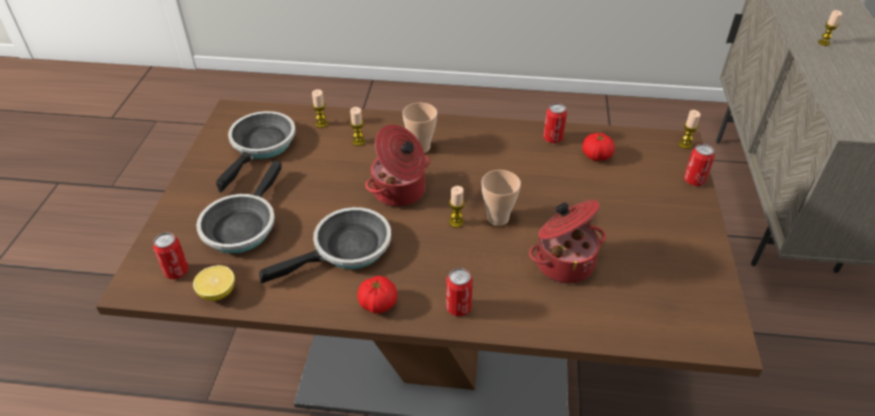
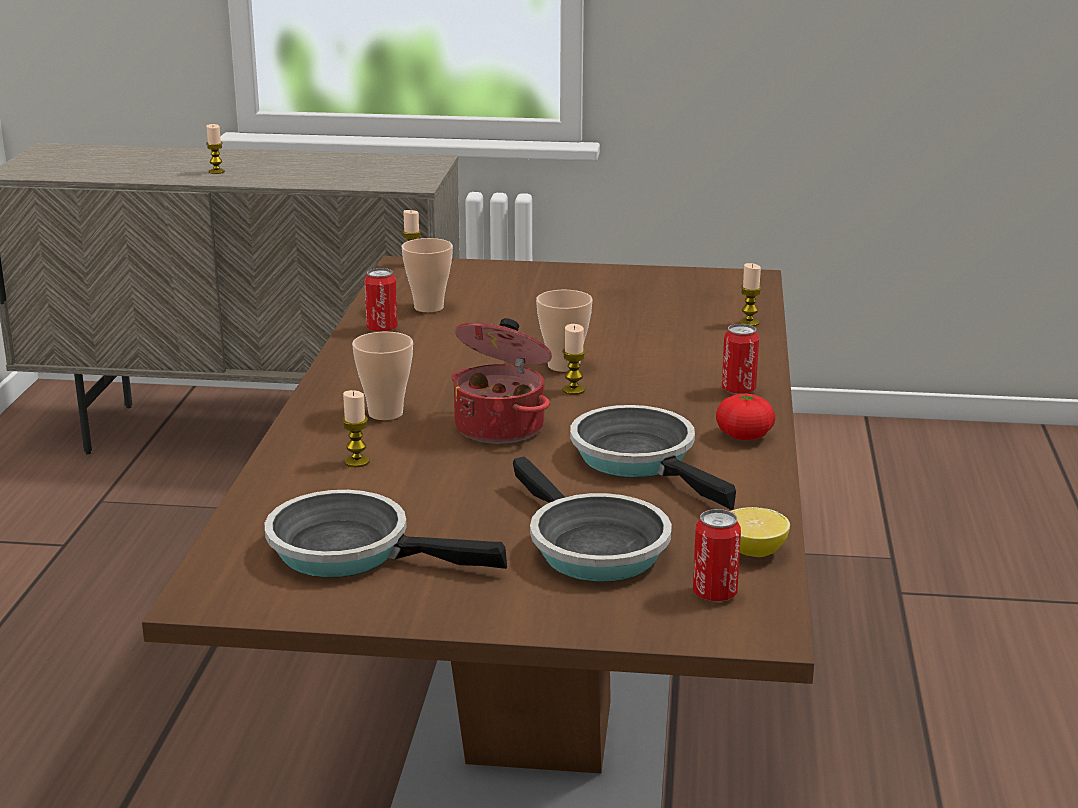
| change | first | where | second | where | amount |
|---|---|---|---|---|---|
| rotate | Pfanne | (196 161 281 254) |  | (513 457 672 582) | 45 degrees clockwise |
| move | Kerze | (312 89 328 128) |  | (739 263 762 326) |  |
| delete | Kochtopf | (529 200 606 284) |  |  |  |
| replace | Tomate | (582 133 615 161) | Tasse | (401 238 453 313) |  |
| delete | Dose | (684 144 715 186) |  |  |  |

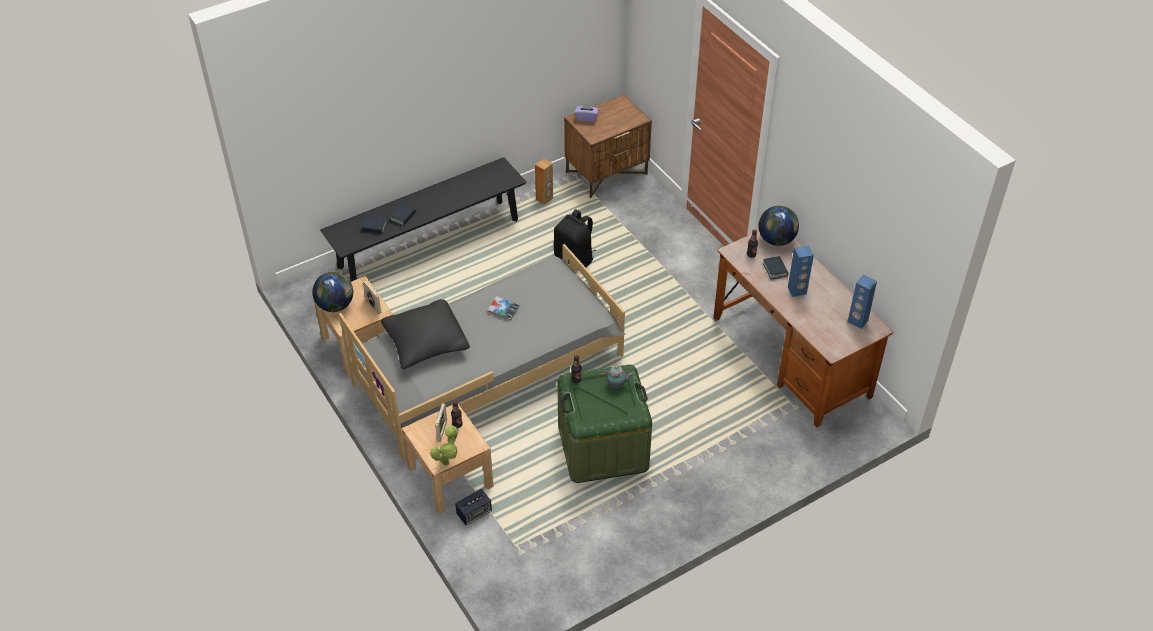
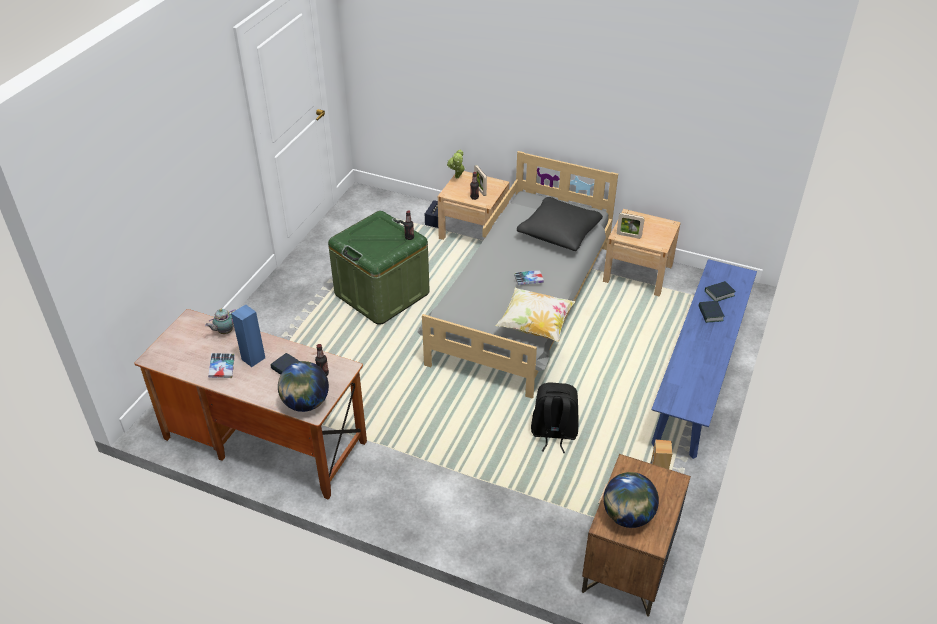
| change | first | where | second | where | amount |
|---|---|---|---|---|---|
| move | Globus | (312 272 353 312) |  | (603 472 659 528) |  |
| recolor | Bank (schwarz) | (320 157 527 282) | Bank (blau) | (651 259 757 459) |  |
| delete | Taschentuchbox (lila) | (575 103 599 122) |  |  |  |
| move | Teekanne | (600 365 634 388) |  | (205 309 236 334) |  |
| delete | Lautsprecher (blau) | (848 275 877 329) |  |  |  |
| insert |  |  | Buch | (208 353 235 378) |  |
| insert |  |  | Kissen | (496 288 576 342) |  |

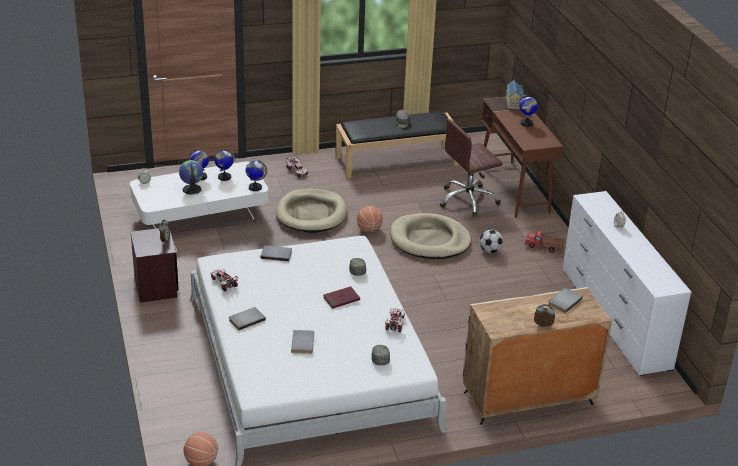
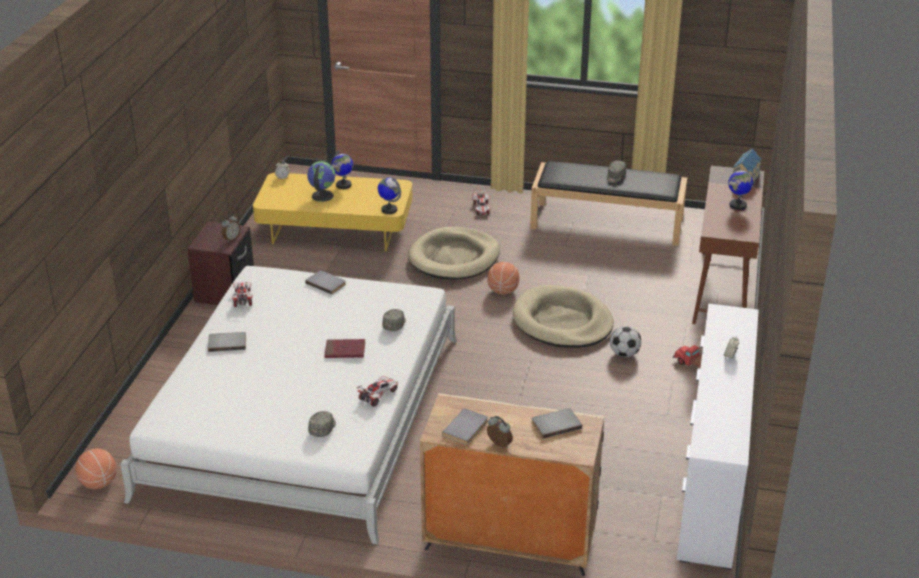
| change | first | where | second | where | amount |
|---|---|---|---|---|---|
| recolor | Couchtisch (weiß) | (130 161 269 229) | Couchtisch (gelb) | (253 173 413 251) |  |
| delete | Globus | (214 149 235 181) |  |  |  |
| move | Buch (grau) | (291 330 314 354) |  | (442 408 488 445) |  |
| delete | Bürostuhl (braun) | (440 118 502 217) |  |  |  |

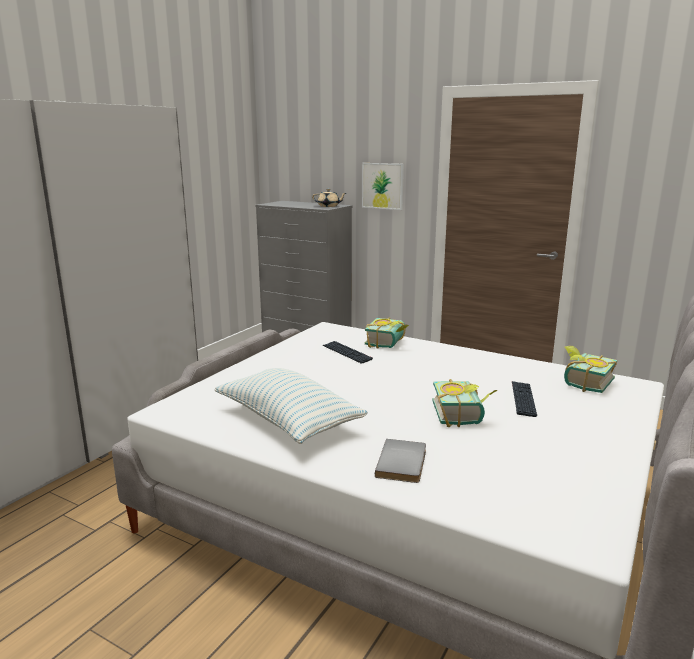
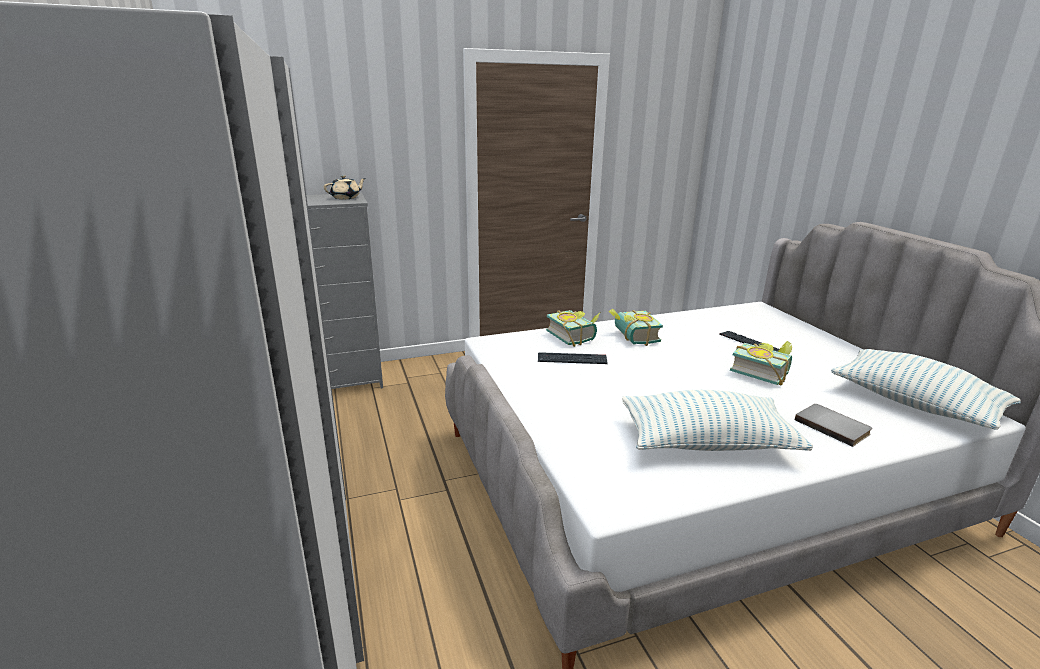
| change | first | where | second | where | amount |
|---|---|---|---|---|---|
| delete | Bild | (362 163 404 210) |  |  |  |
| move | Buch | (564 346 617 393) |  | (609 309 663 346) |  |
| insert |  |  | Kissen | (831 349 1021 430) |  |

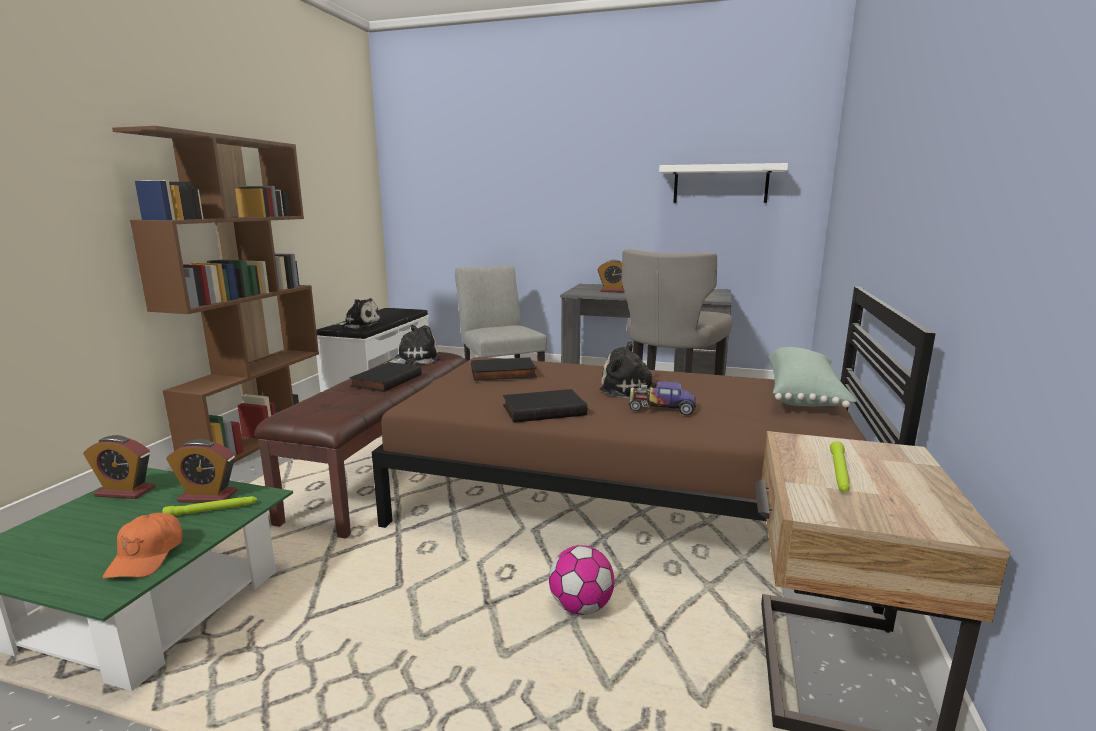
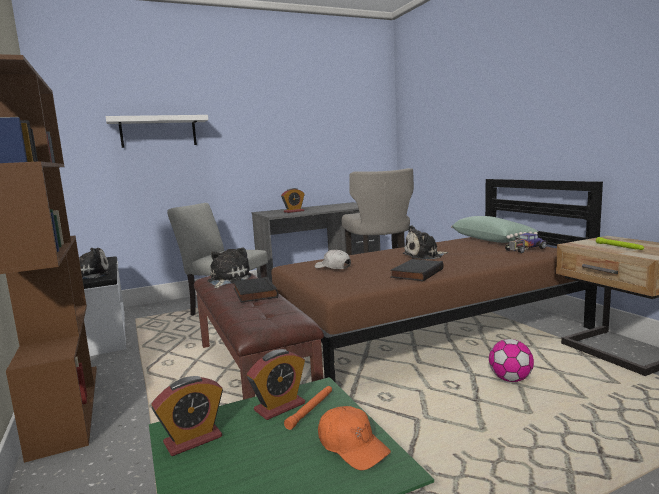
| change | first | where | second | where | amount |
|---|---|---|---|---|---|
| recolor | Taschenlampe (grün) | (162 496 257 516) | Taschenlampe (orange) | (284 386 332 430) |  |
| replace | Buch (schwarz) | (471 357 537 381) | Kappe (weiß) | (315 249 351 269) |  |
| move | Spielzeugauto | (628 382 696 415) |  | (505 233 547 253) |  |
| move | Wandregal (weiß) | (659 163 788 203) |  | (105 115 208 148) |  |

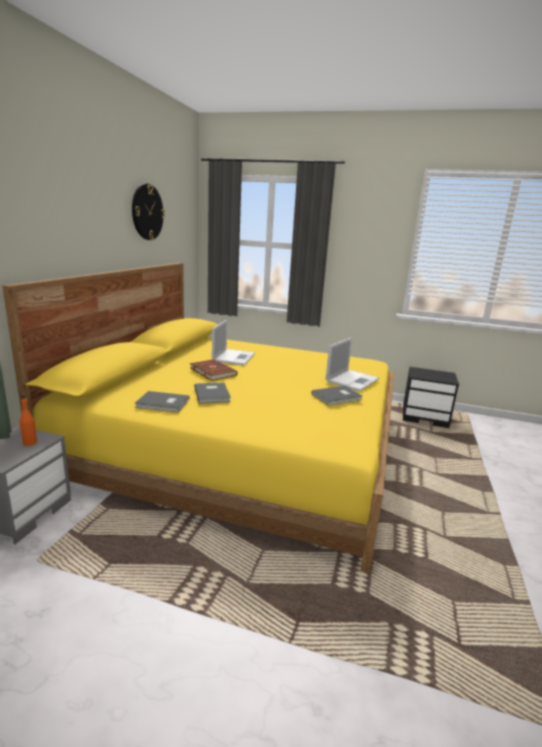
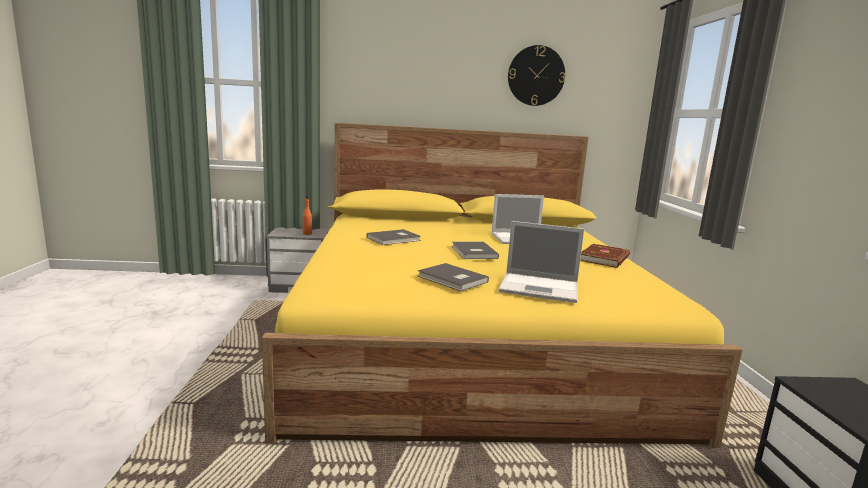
| change | first | where | second | where | amount |
|---|---|---|---|---|---|
| move | Buch (grau) | (135 391 189 413) |  | (452 242 499 259) |  |
| move | Buch (braun) | (190 359 237 381) |  | (580 244 630 268) |  |

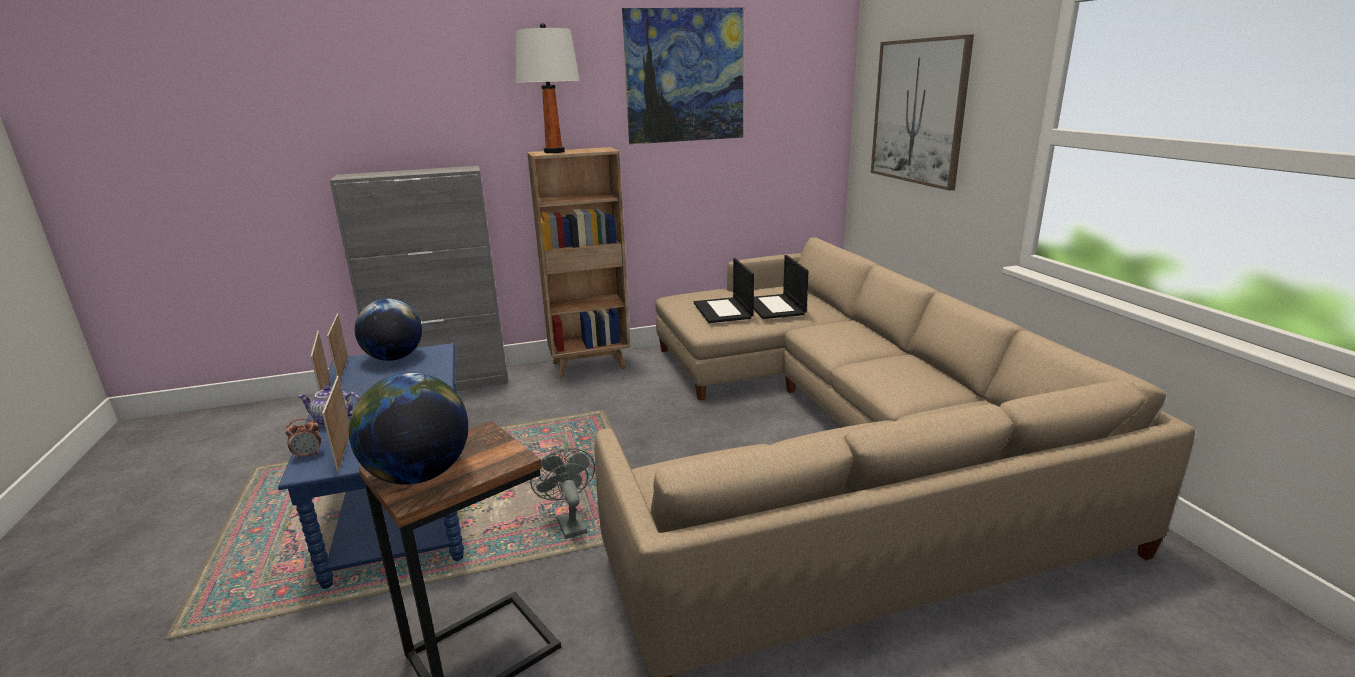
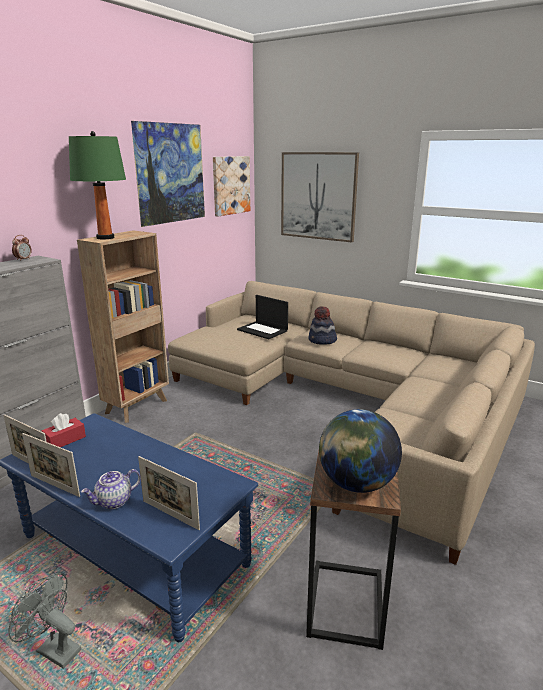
| change | first | where | second | where | amount |
|---|---|---|---|---|---|
| move | Wecker | (285 418 321 459) |  | (12 235 31 261) |  |
| replace | Globus | (355 299 422 361) | Taschentuchbox (rot) | (41 413 86 447) |  |
| recolor | Tischlampe (weiß) | (515 23 580 153) | Tischlampe (grün) | (69 131 126 239) |  |
| move | Ventilator (grau) | (530 448 595 539) |  | (9 573 81 669) |  |
| delete | Laptop | (694 258 754 323) |  |  |  |
| insert |  |  | Bild | (213 156 250 217) |  |
| insert |  |  | Hut | (308 307 337 345) |  |

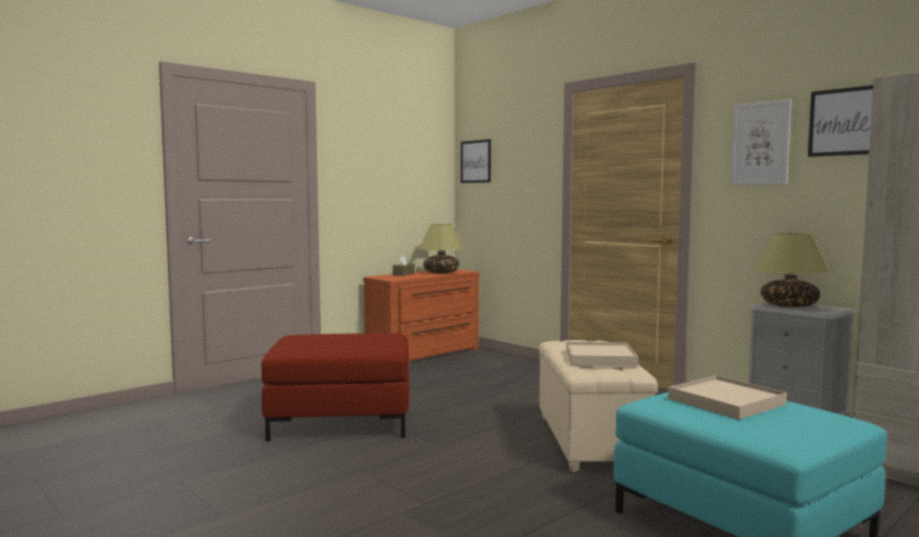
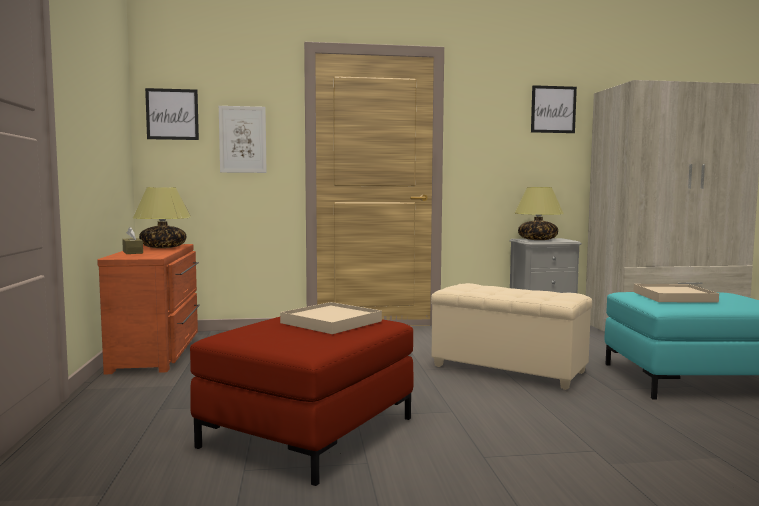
| change | first | where | second | where | amount |
|---|---|---|---|---|---|
| move | Tablett (beige) | (566 342 638 367) |  | (280 302 382 334) |  |
| move | Bild | (730 99 791 185) |  | (219 106 267 173) |  |

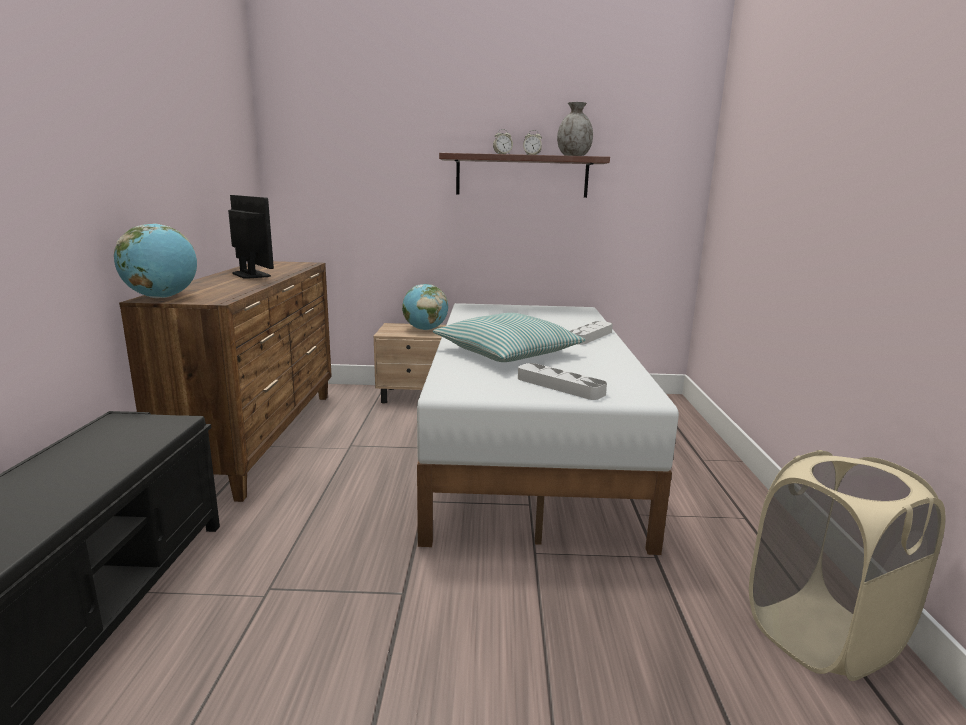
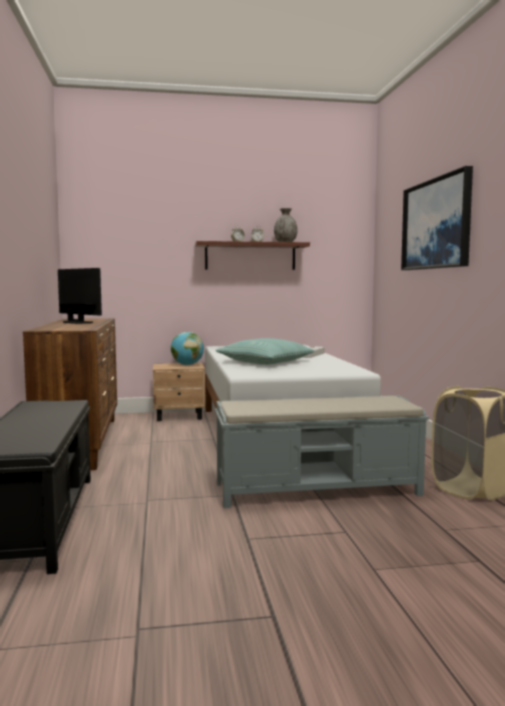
| change | first | where | second | where | amount |
|---|---|---|---|---|---|
| delete | Globus | (114 223 197 298) |  |  |  |
| delete | Tablett (grau) | (518 363 607 400) |  |  |  |
| insert |  |  | Bank (grau) | (215 395 429 508) |  |
| insert |  |  | Bild | (401 166 473 270) |  |

